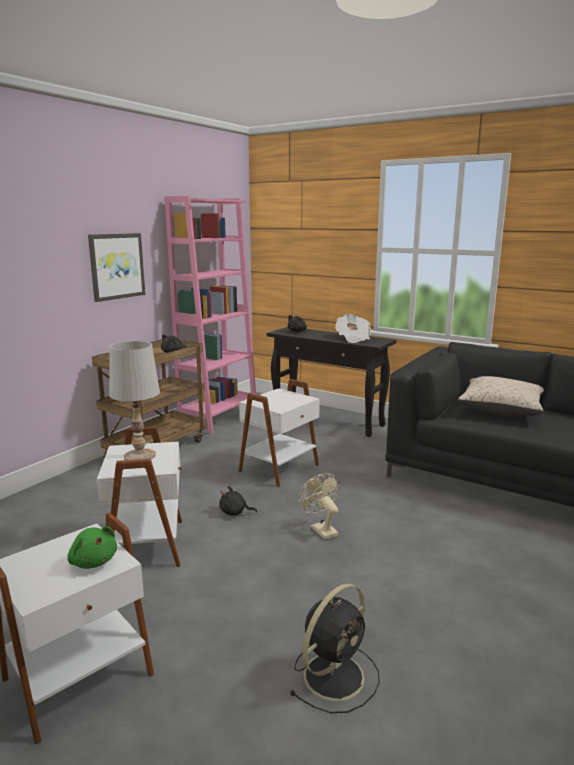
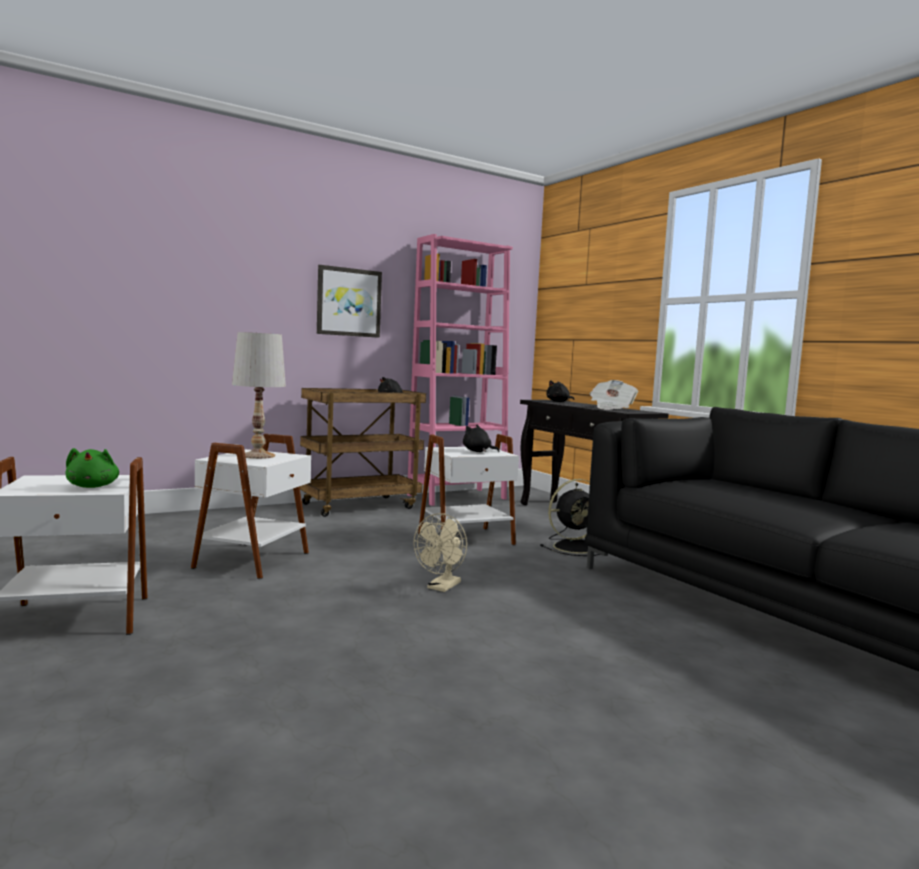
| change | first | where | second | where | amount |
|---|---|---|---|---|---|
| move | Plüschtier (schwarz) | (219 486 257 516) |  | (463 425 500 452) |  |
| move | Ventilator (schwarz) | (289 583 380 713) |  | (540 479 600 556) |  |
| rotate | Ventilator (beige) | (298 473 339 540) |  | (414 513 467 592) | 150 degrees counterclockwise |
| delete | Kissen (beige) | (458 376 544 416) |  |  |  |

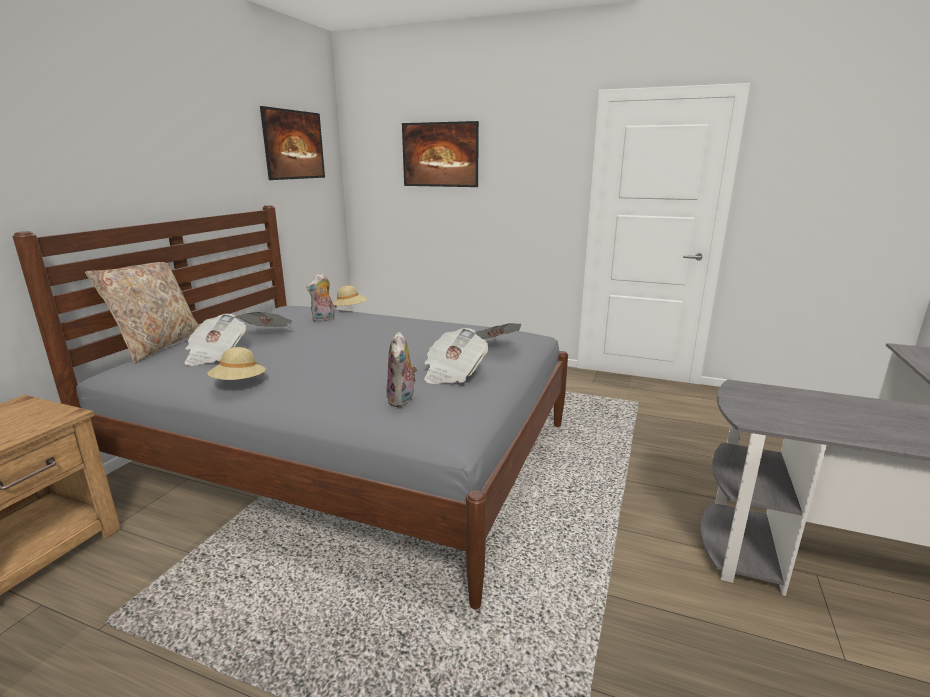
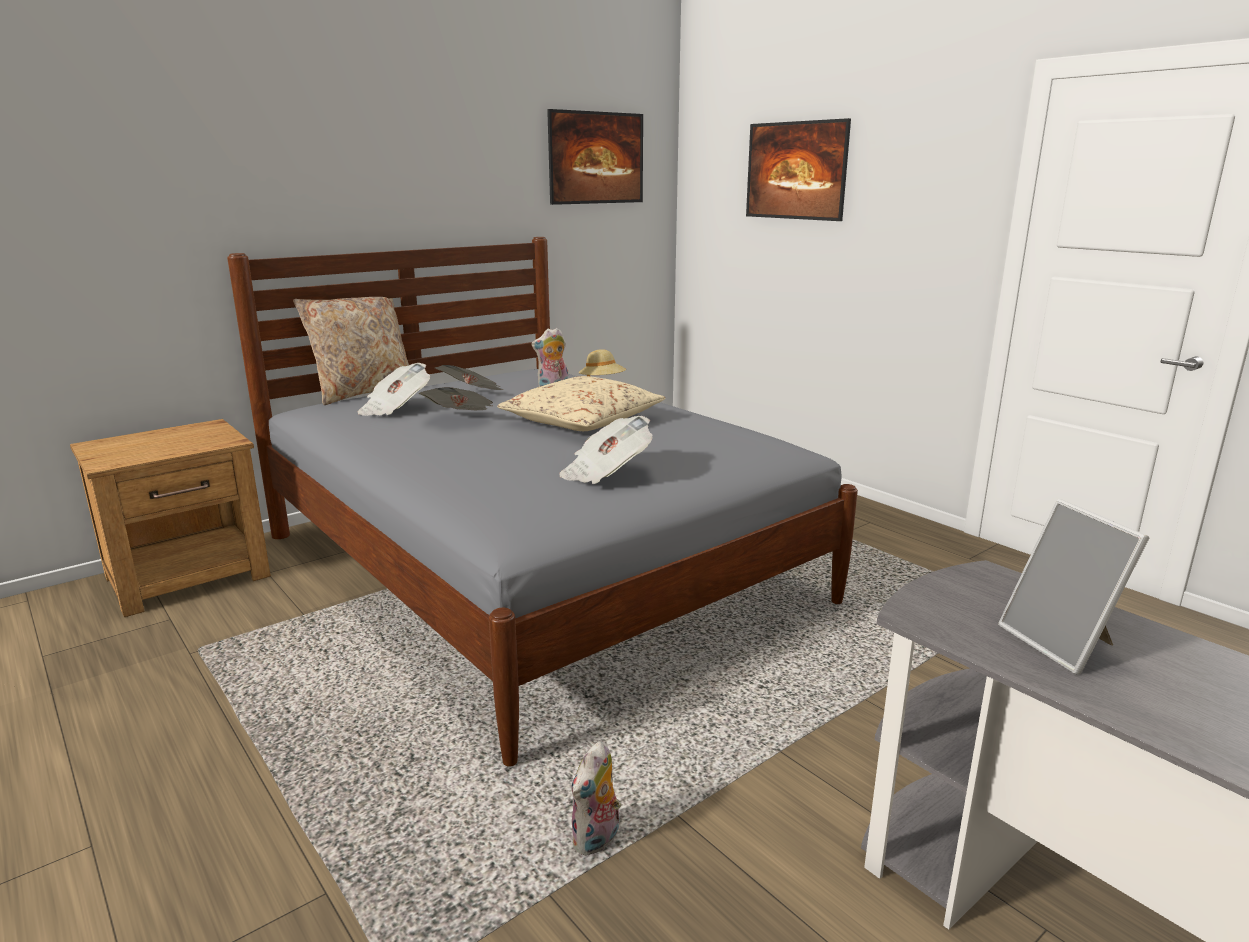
| change | first | where | second | where | amount |
|---|---|---|---|---|---|
| delete | Hut (beige) | (207 347 266 380) |  |  |  |
| move | Plüschtier | (386 332 418 407) |  | (572 741 621 856) |  |
| move | Zeitung | (475 323 522 339) |  | (419 387 493 410) |  |
| insert |  |  | Kissen (beige) | (497 376 665 431) |  |
| insert |  |  | Bilderrahmen | (998 499 1149 675) |  |

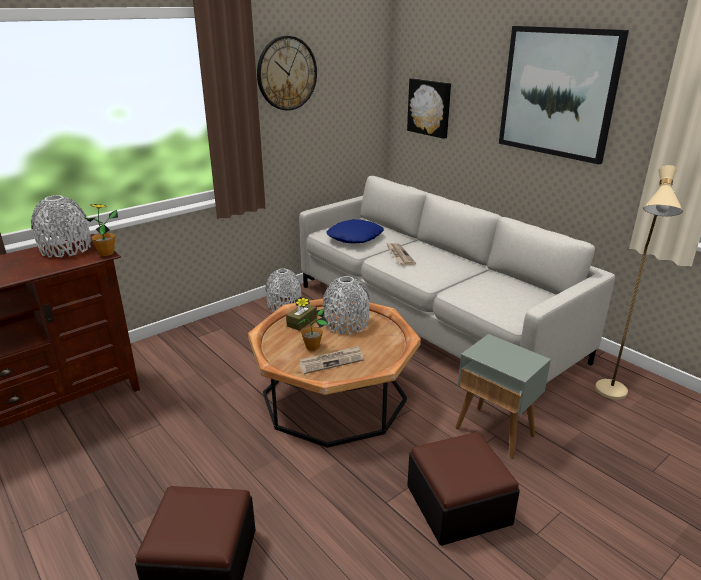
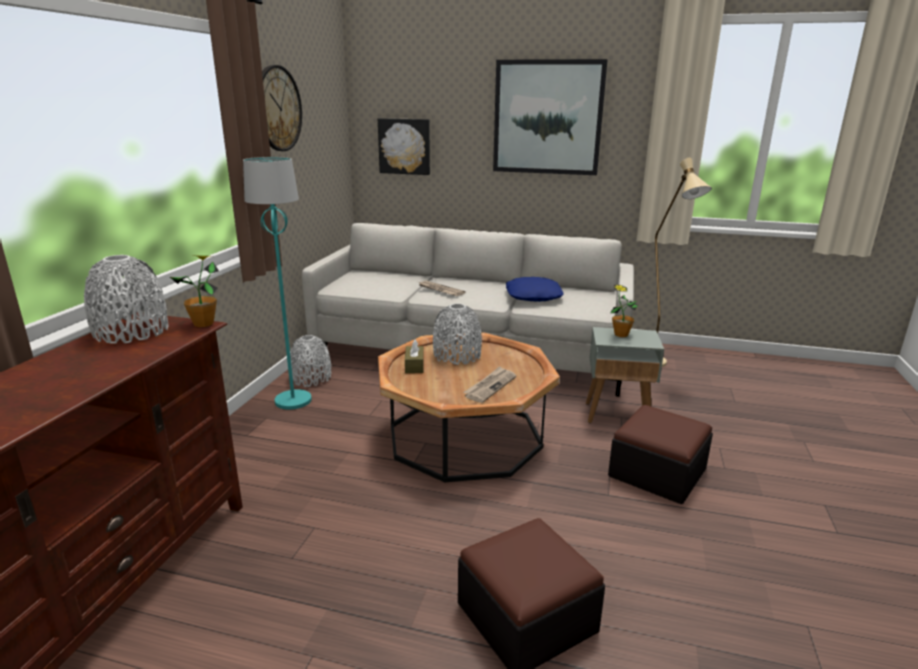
| change | first | where | second | where | amount |
|---|---|---|---|---|---|
| move | Topfpflanze | (295 297 328 351) |  | (610 285 638 337) |  |
| move | Kissen (blau) | (326 219 384 244) |  | (506 277 564 302) |  |
| insert |  |  | Stehlampe (türkis) | (243 157 312 410) |  |

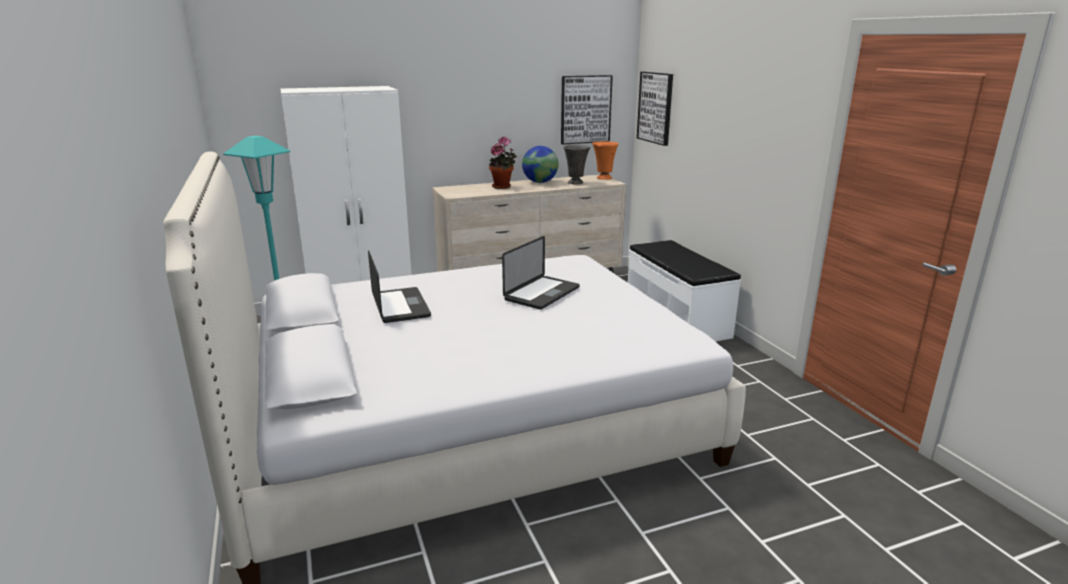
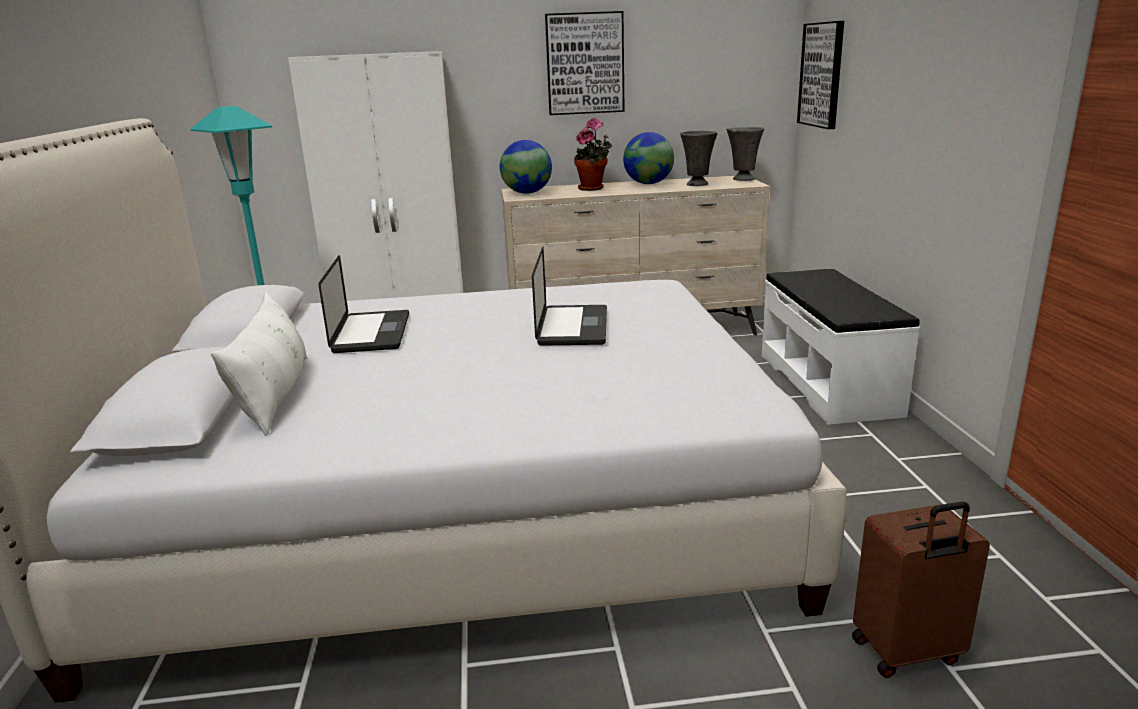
| change | first | where | second | where | amount |
|---|---|---|---|---|---|
| rotate | Laptop | (502 236 580 310) |  | (532 247 607 346) | 45 degrees counterclockwise |
| move | Bild | (561 75 613 145) |  | (545 11 625 115) |  |
| recolor | Vase (orange) | (592 141 619 180) | Vase (grau) | (726 127 764 181) |  |
| insert |  |  | Kissen (weiß) | (211 292 307 436) |  |
| insert |  |  | Globus | (500 140 552 194) |  |
| insert |  |  | Koffer (braun) | (852 501 990 678) |  |

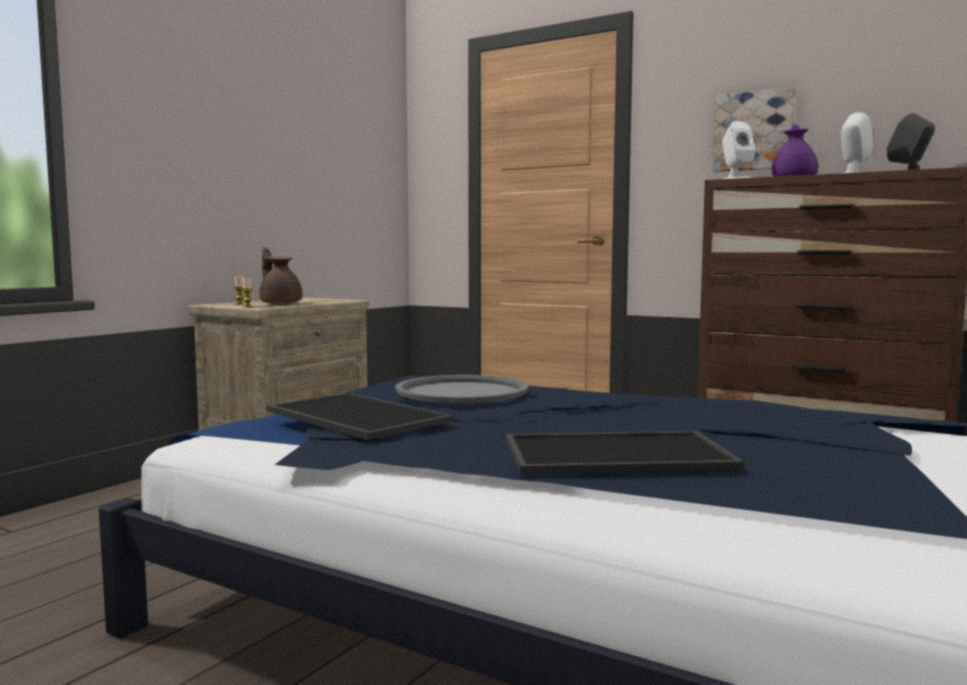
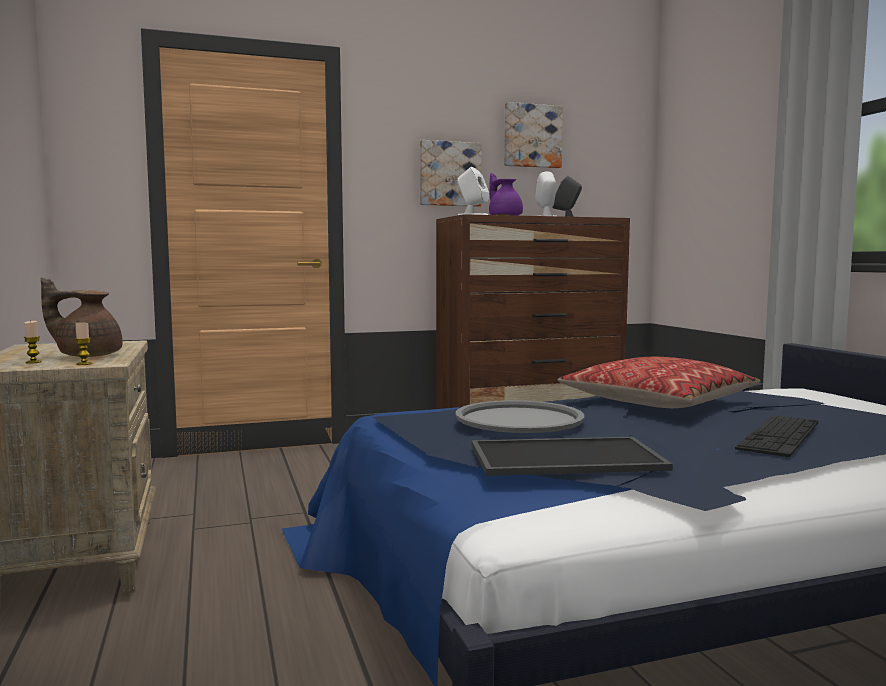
| change | first | where | second | where | amount |
|---|---|---|---|---|---|
| replace | Tablett | (506 431 744 474) | Tastatur | (735 415 818 457) |  |
| insert |  |  | Bild | (504 102 563 168) |  |
| insert |  |  | Kissen | (558 357 760 408) |  |

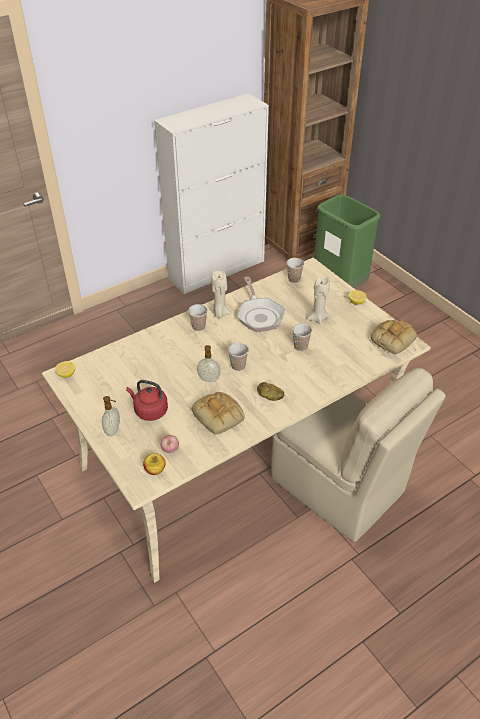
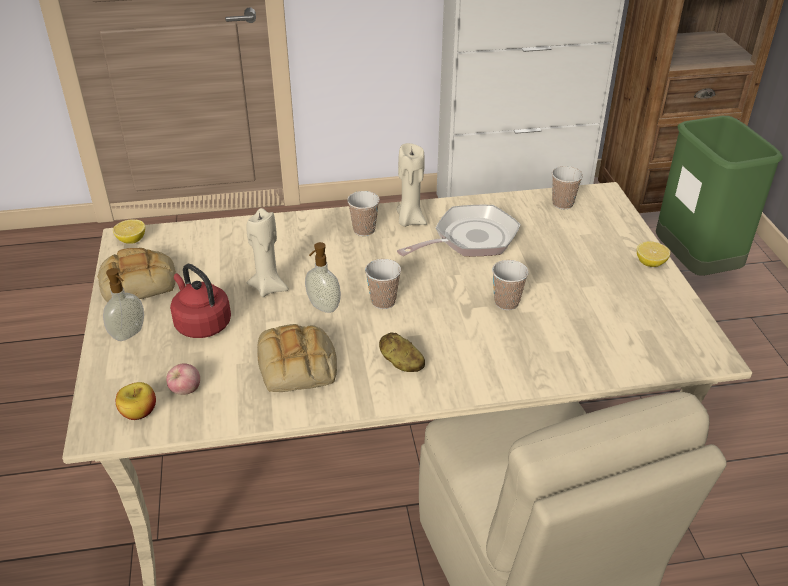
| change | first | where | second | where | amount |
|---|---|---|---|---|---|
| rotate | Pfanne | (237 277 285 332) |  | (397 205 521 256) | 135 degrees counterclockwise |
| move | Kerze (beige) | (307 277 330 324) |  | (246 208 289 297) |  |
| move | Brot | (371 320 417 355) |  | (97 248 176 303) |  |

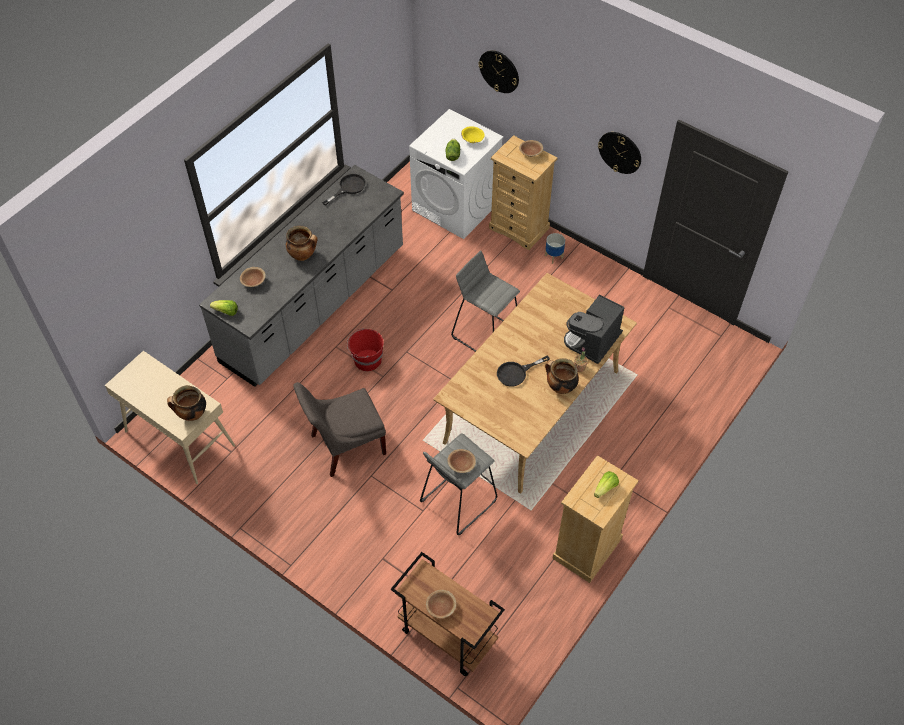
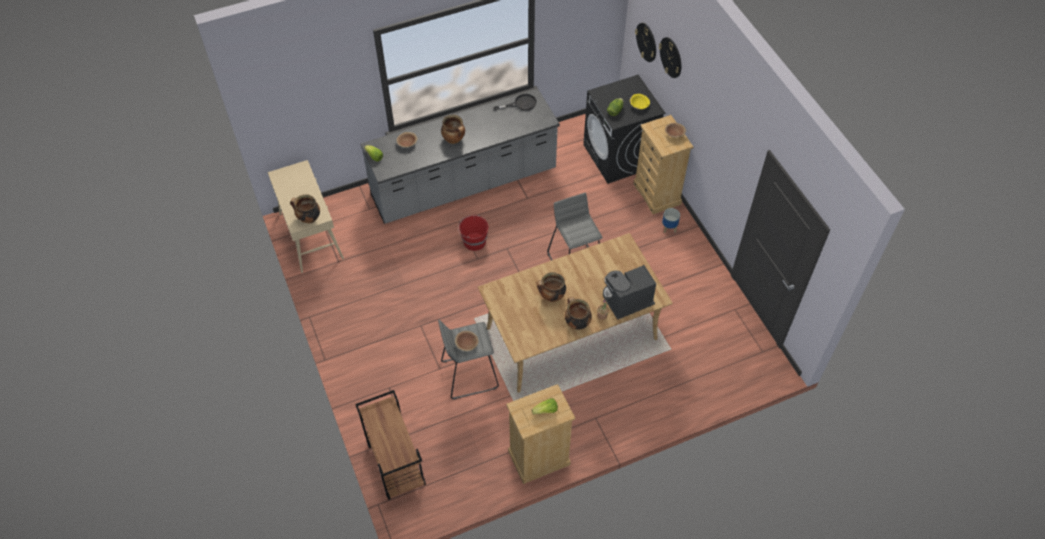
| change | first | where | second | where | amount |
|---|---|---|---|---|---|
| delete | Stuhl (grau) | (293 382 386 477) |  |  |  |
| recolor | Waschmaschine (weiß) | (409 109 504 239) | Waschmaschine (schwarz) | (583 75 665 184) |  |
| delete | Schüssel (braun) | (426 590 457 618) |  |  |  |
| replace | Pfanne (schwarz) | (497 355 550 387) | Kochtopf | (536 272 566 302) |  |
| move | Wanduhr | (598 132 641 174) |  | (635 23 656 62) |  |

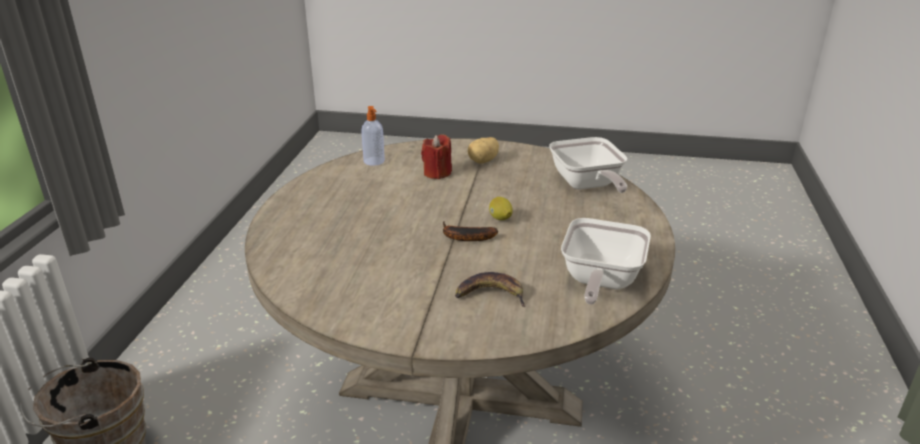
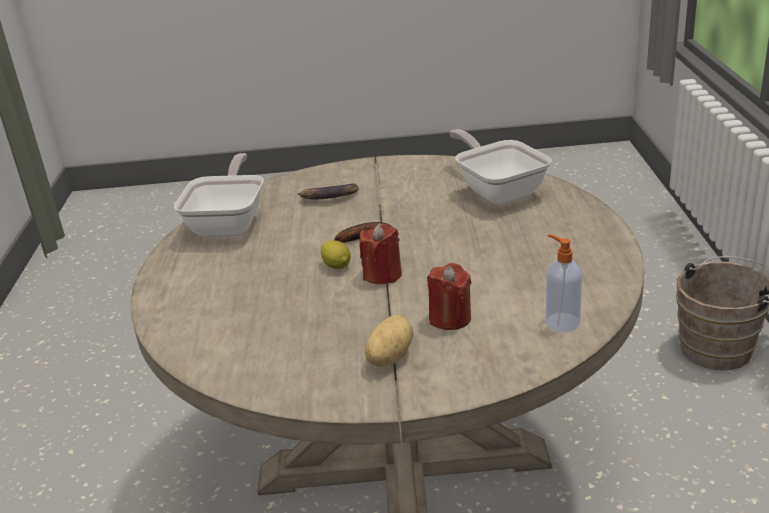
| change | first | where | second | where | amount |
|---|---|---|---|---|---|
| move | Pfanne | (549 137 628 193) |  | (449 129 552 205) |  |
| insert |  |  | Kerze (rot) | (360 224 402 284) |  |

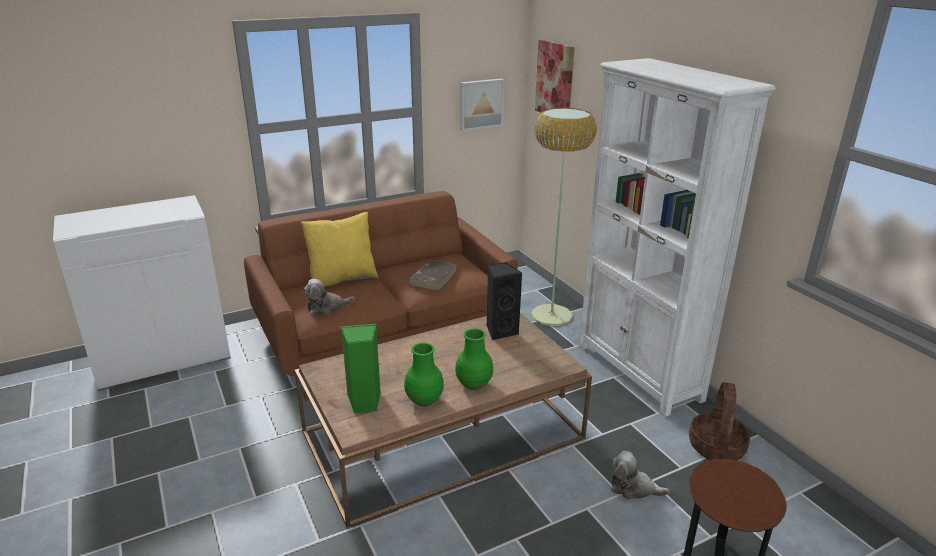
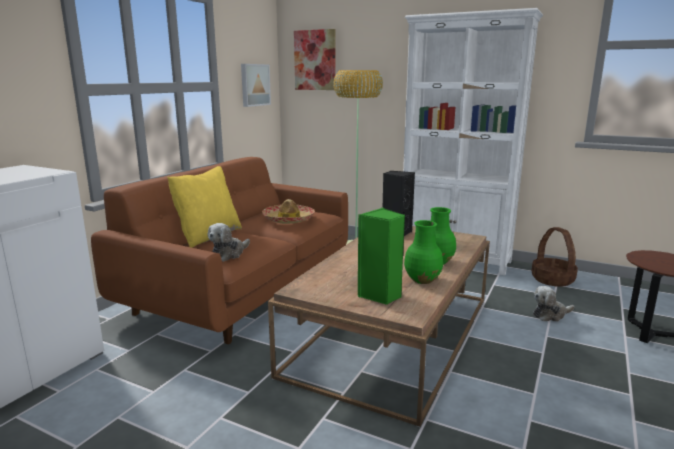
| change | first | where | second | where | amount |
|---|---|---|---|---|---|
| replace | Buch (braun) | (408 260 457 291) | Hut | (262 199 315 224) |  |

